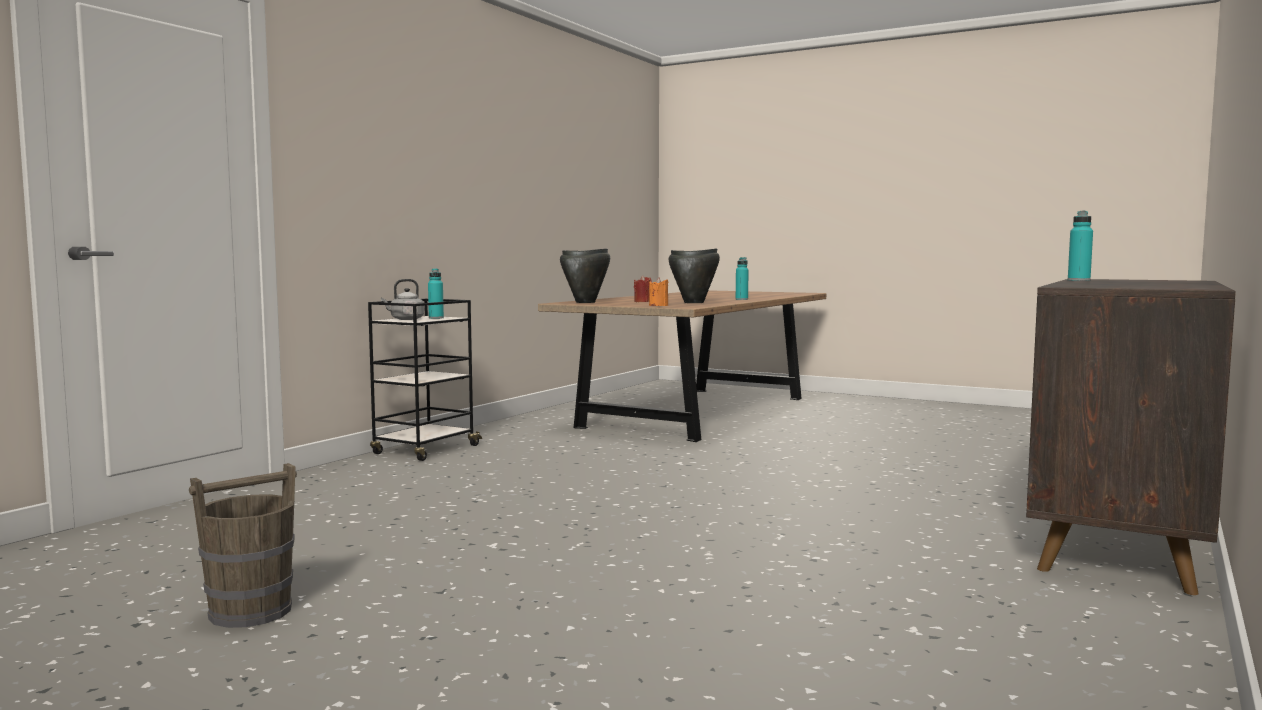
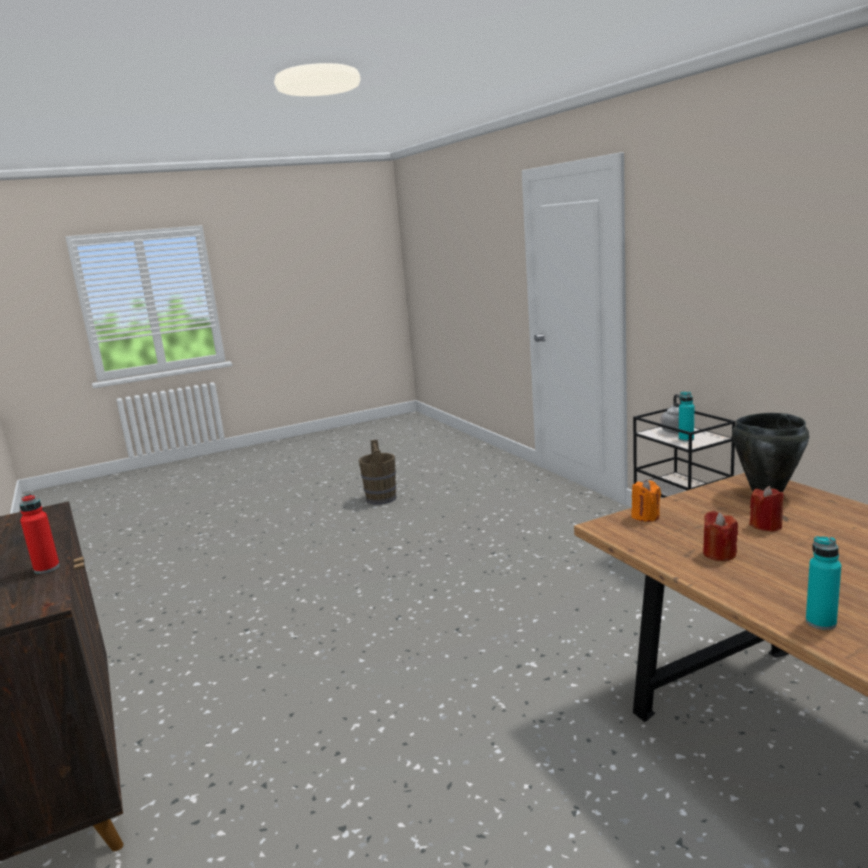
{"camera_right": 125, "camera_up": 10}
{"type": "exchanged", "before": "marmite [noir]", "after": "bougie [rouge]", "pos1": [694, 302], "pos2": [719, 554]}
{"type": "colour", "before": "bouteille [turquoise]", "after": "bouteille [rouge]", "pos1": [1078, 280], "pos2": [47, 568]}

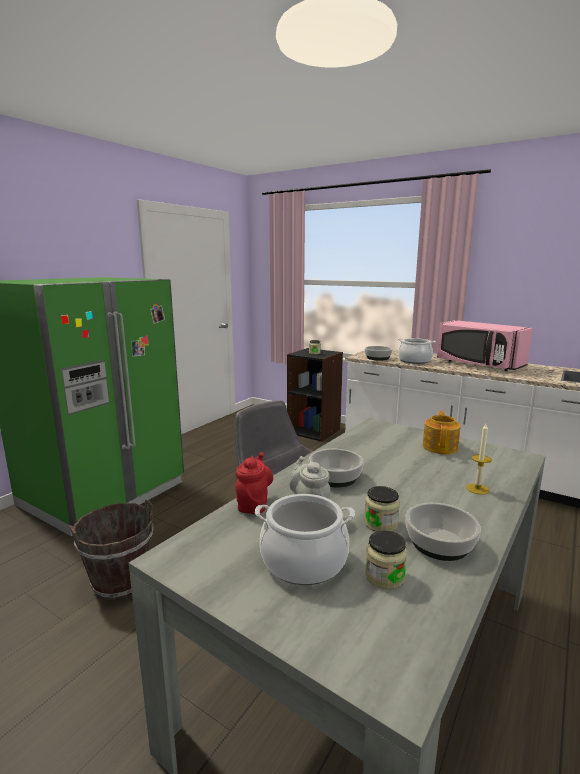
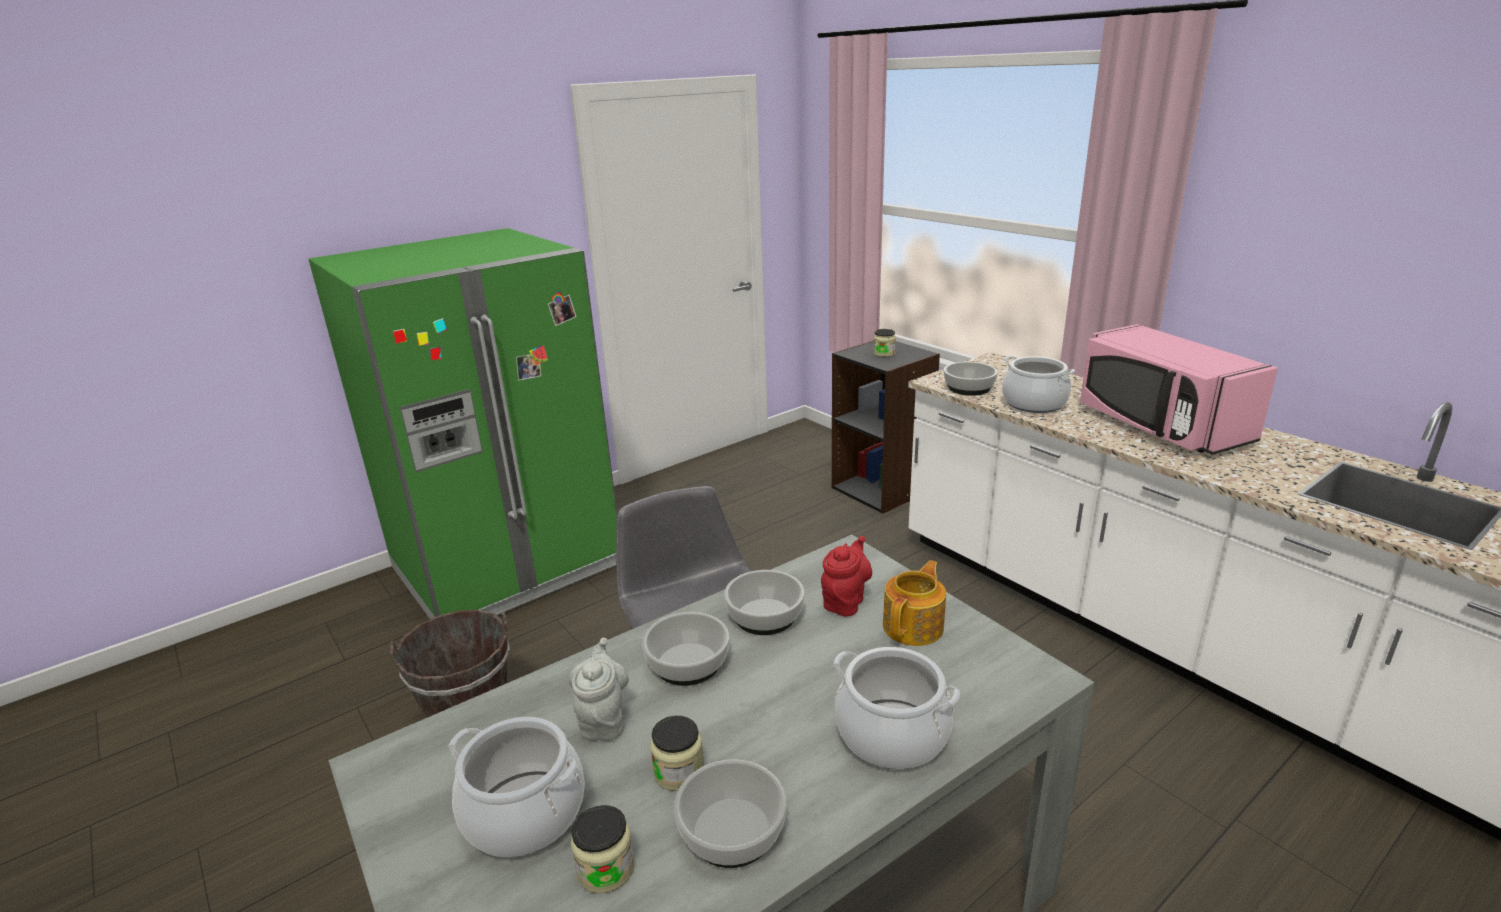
{"camera_right": 20, "camera_up": 10}
{"type": "appeared", "after": "bol", "pos2": [764, 616]}
{"type": "relocated", "before": "théière [rouge]", "pos1": [253, 504], "pos2": [845, 601]}
{"type": "exchanged", "before": "bougie", "after": "marmite", "pos1": [477, 489], "pos2": [892, 734]}

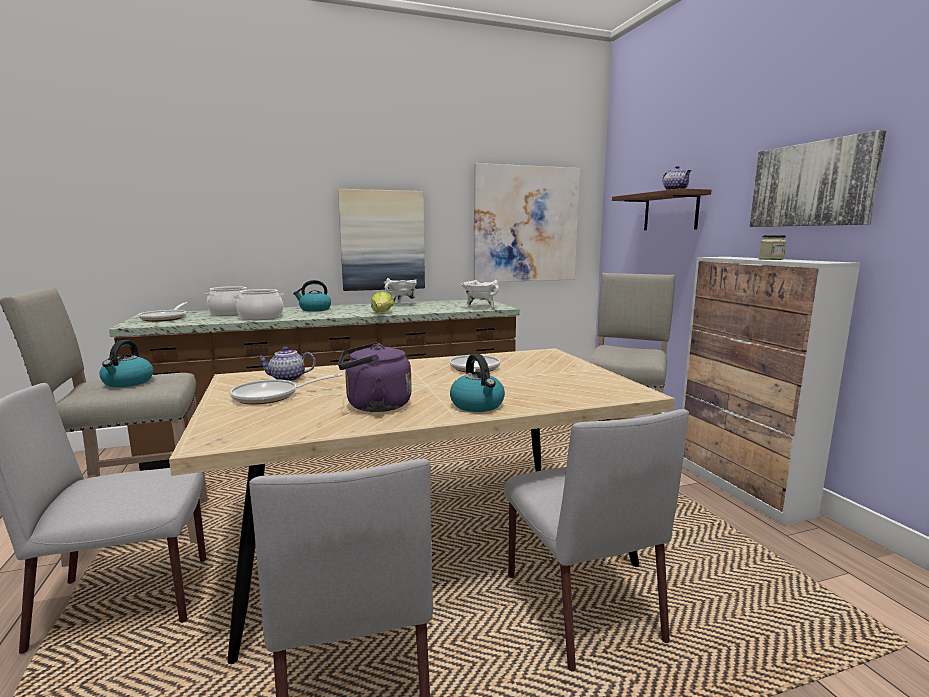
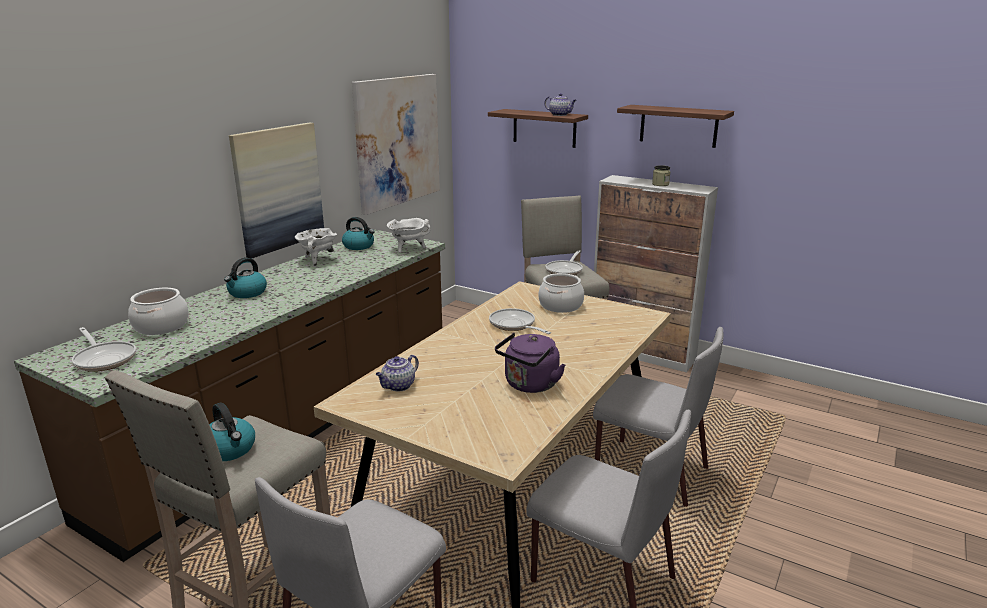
{"camera_right": -40, "camera_up": 10}
{"type": "missing", "before": "laitue", "pos1": [382, 313]}
{"type": "relocated", "before": "poêle", "pos1": [271, 396], "pos2": [565, 270]}
{"type": "relocated", "before": "marmite", "pos1": [261, 317], "pos2": [560, 305]}
{"type": "relocated", "before": "bouilloire", "pos1": [478, 405], "pos2": [359, 246]}
{"type": "exchanged", "before": "tableau", "after": "étagère", "pos1": [812, 184], "pos2": [678, 126]}

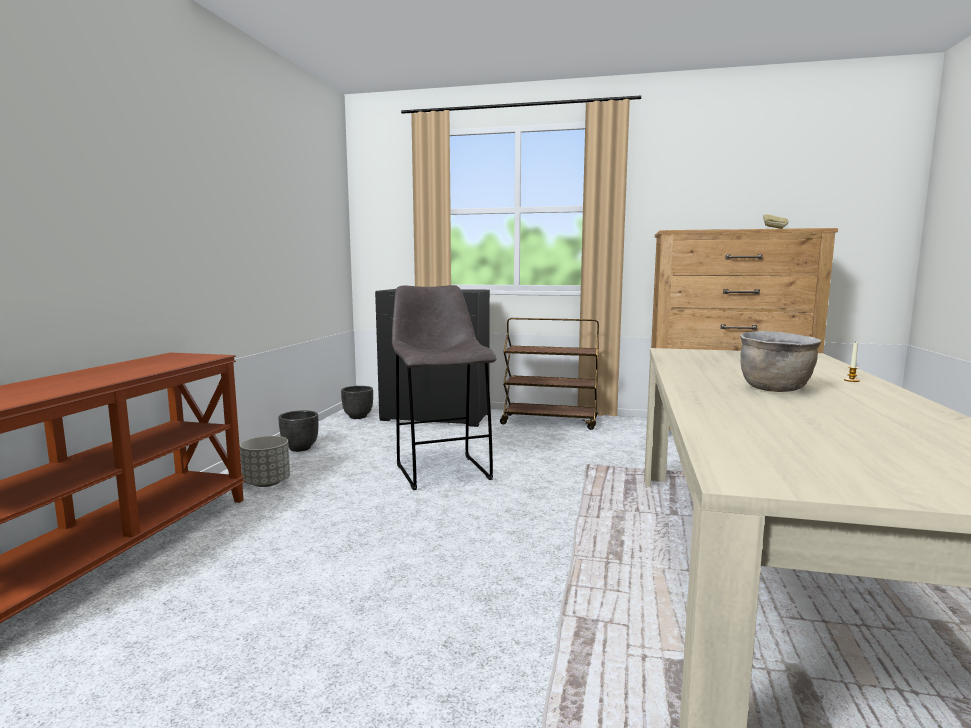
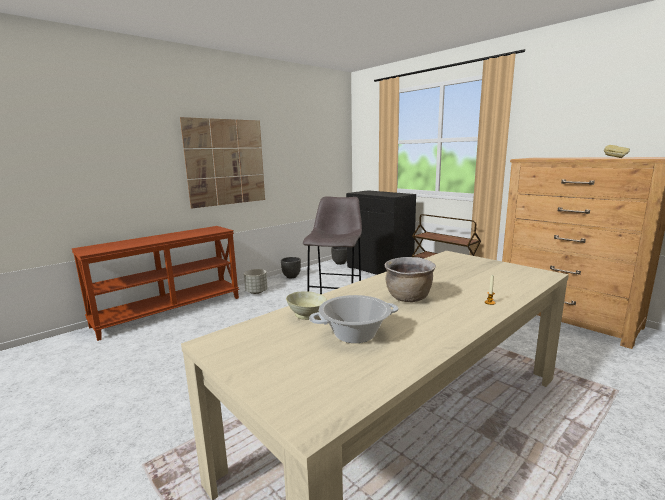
{"camera_right": 35, "camera_up": 5}
{"type": "appeared", "after": "tableau", "pos2": [226, 162]}
{"type": "appeared", "after": "bol [beige]", "pos2": [307, 316]}
{"type": "appeared", "after": "marmite", "pos2": [355, 334]}

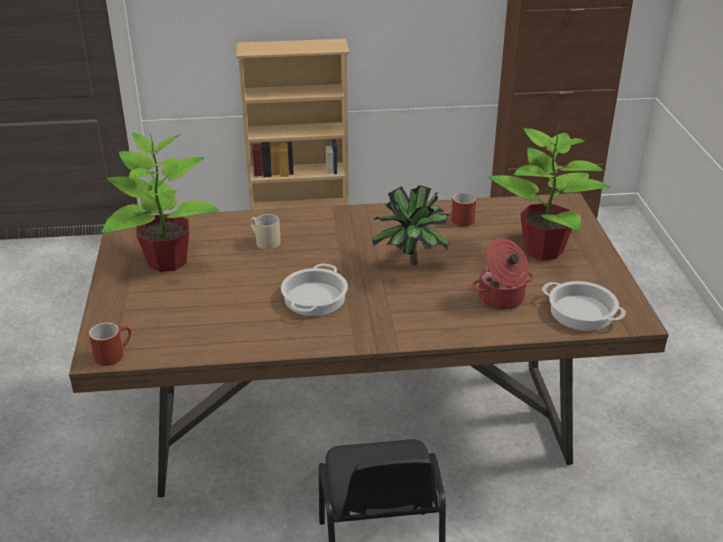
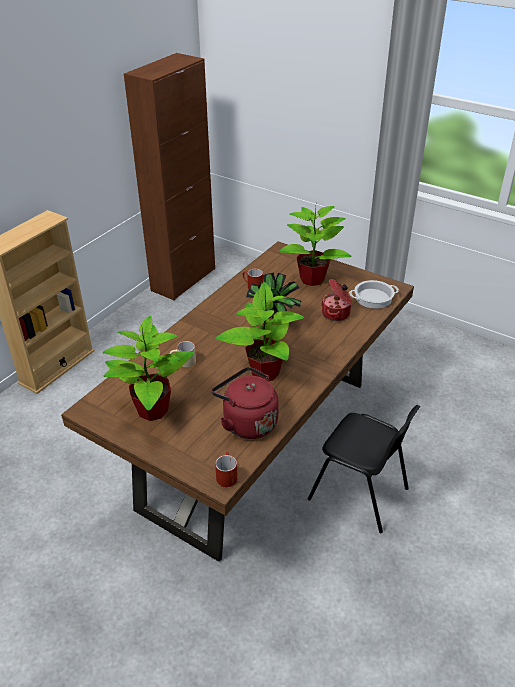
{"camera_right": -50, "camera_up": 5}
{"type": "appeared", "after": "bouilloire [rouge]", "pos2": [247, 422]}
{"type": "exchanged", "before": "marmite", "after": "plante en pot", "pos1": [315, 298], "pos2": [264, 372]}

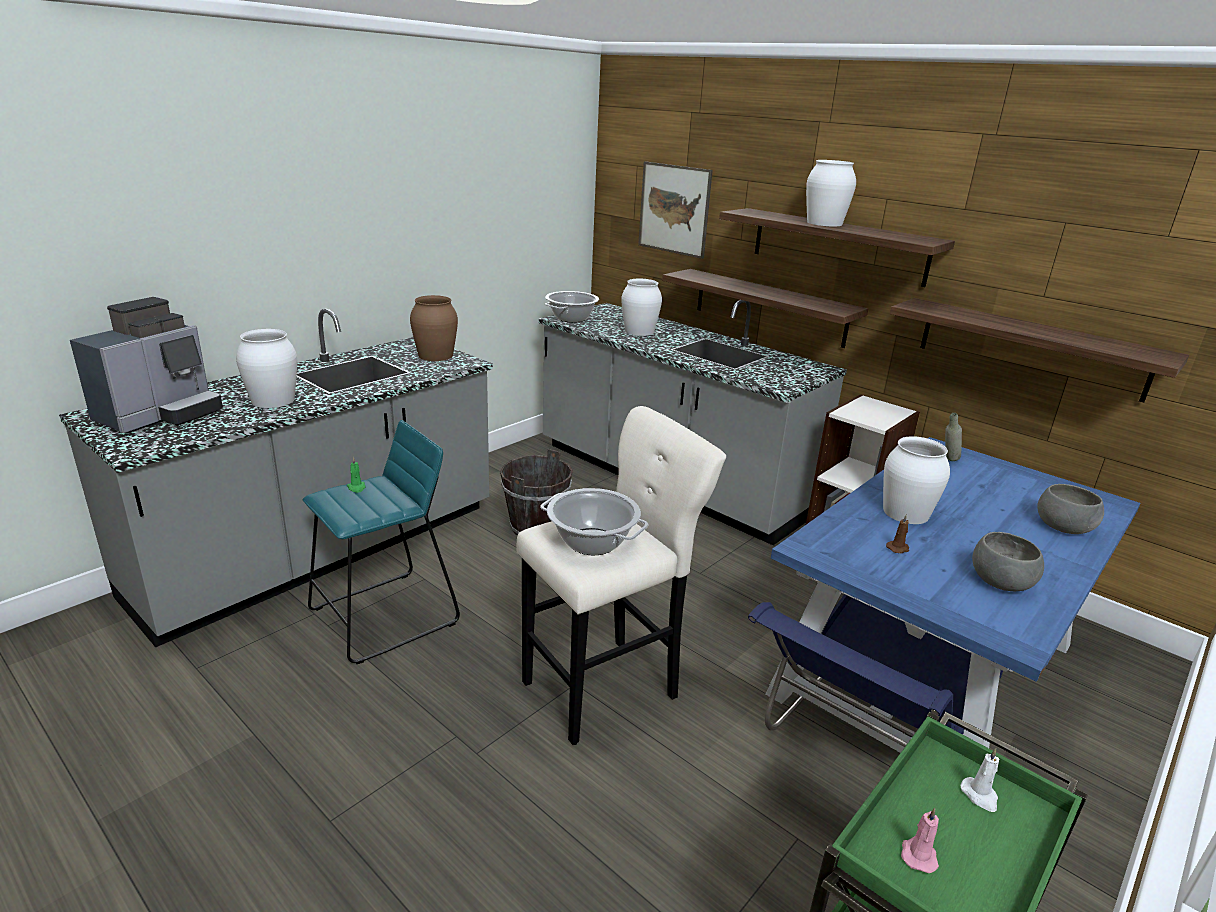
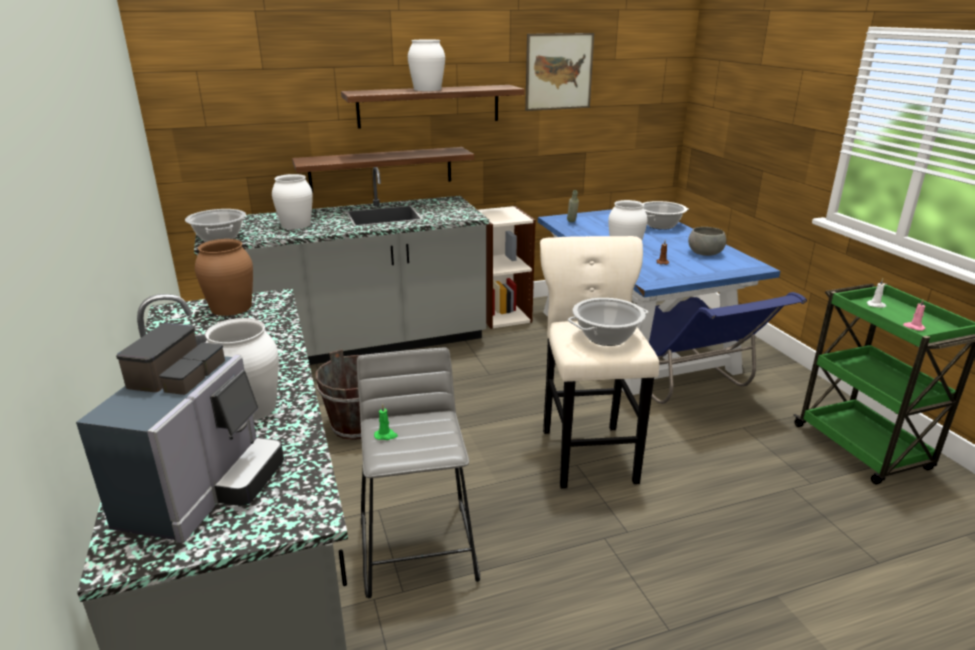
{"camera_right": -60, "camera_up": 0}
{"type": "missing", "before": "étagère", "pos1": [1030, 348]}
{"type": "relocated", "before": "tableau", "pos1": [674, 209], "pos2": [559, 71]}
{"type": "exchanged", "before": "bol [gris]", "after": "marmite", "pos1": [1062, 527], "pos2": [660, 226]}
{"type": "colour", "before": "tabouret [turquoise]", "after": "tabouret [gris]", "pos1": [385, 616], "pos2": [419, 547]}
{"type": "spun", "before": "machine à café", "pos1": [161, 415], "pos2": [203, 490], "turn": 45}

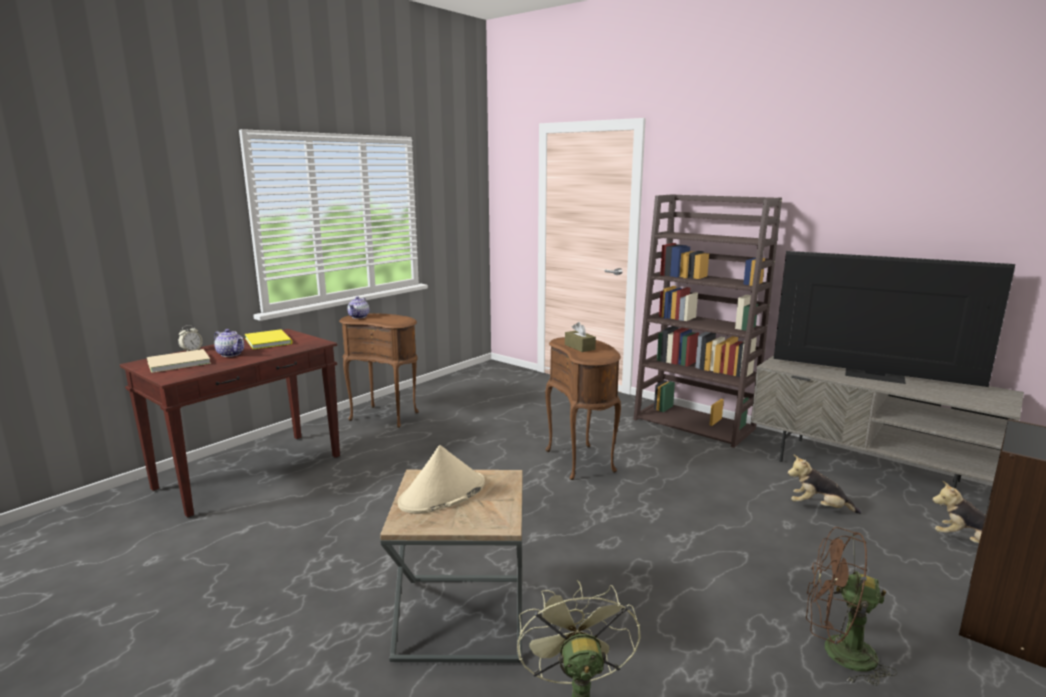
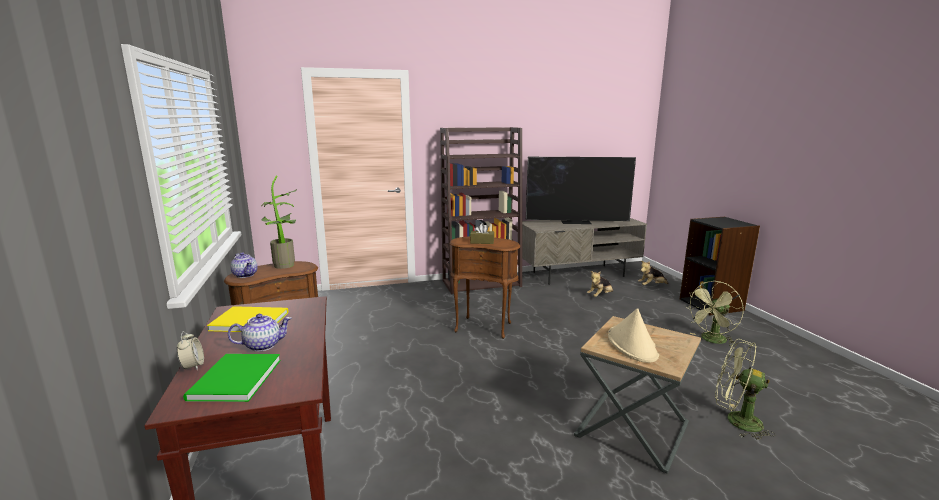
{"camera_right": -55, "camera_up": 0}
{"type": "appeared", "after": "plante en pot", "pos2": [286, 266]}
{"type": "colour", "before": "livre [beige]", "after": "livre [vert]", "pos1": [176, 362], "pos2": [232, 380]}
{"type": "colour", "before": "ventilateur [marron]", "after": "ventilateur [vert]", "pos1": [837, 652], "pos2": [711, 340]}
{"type": "spun", "before": "téléviseur", "pos1": [873, 375], "pos2": [576, 222], "turn": -150}

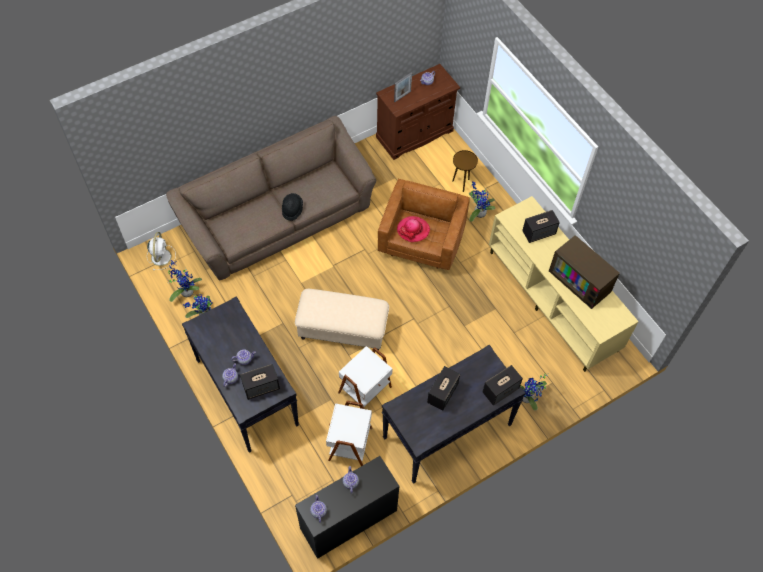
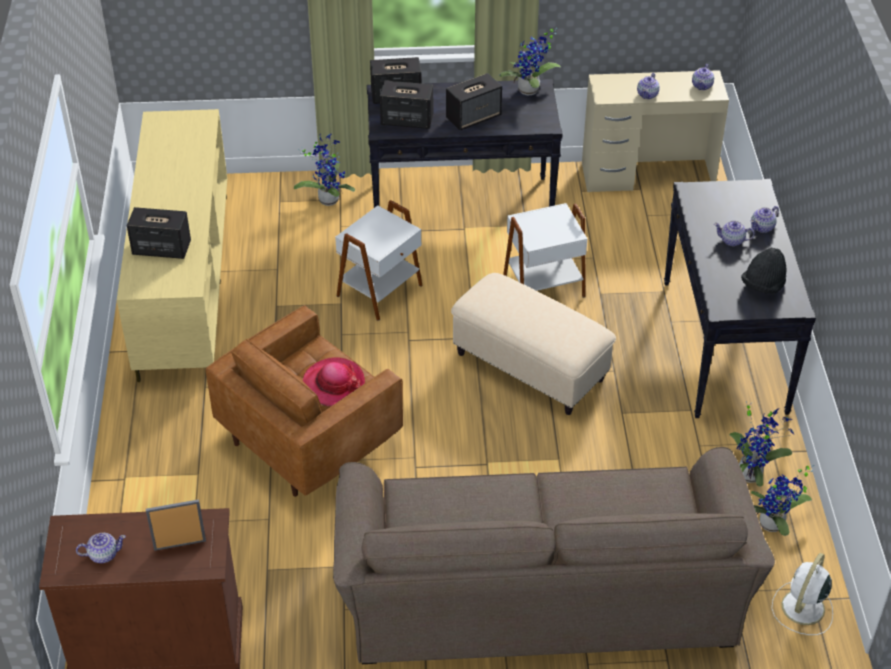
{"camera_right": -150, "camera_up": -15}
{"type": "missing", "before": "table d'appoint [marron]", "pos1": [461, 184]}
{"type": "missing", "before": "téléviseur", "pos1": [581, 281]}
{"type": "relocated", "before": "enceinte", "pos1": [261, 387], "pos2": [406, 120]}
{"type": "relocated", "before": "chapeau [noir]", "pos1": [292, 210], "pos2": [763, 285]}
{"type": "relocated", "before": "table d'appoint [blanc]", "pos1": [349, 444], "pos2": [381, 291]}
{"type": "relocated", "before": "plante en pot", "pos1": [478, 212], "pos2": [530, 91]}
{"type": "colour", "before": "bureau [noir]", "after": "bureau [beige]", "pos1": [348, 520], "pos2": [647, 175]}

